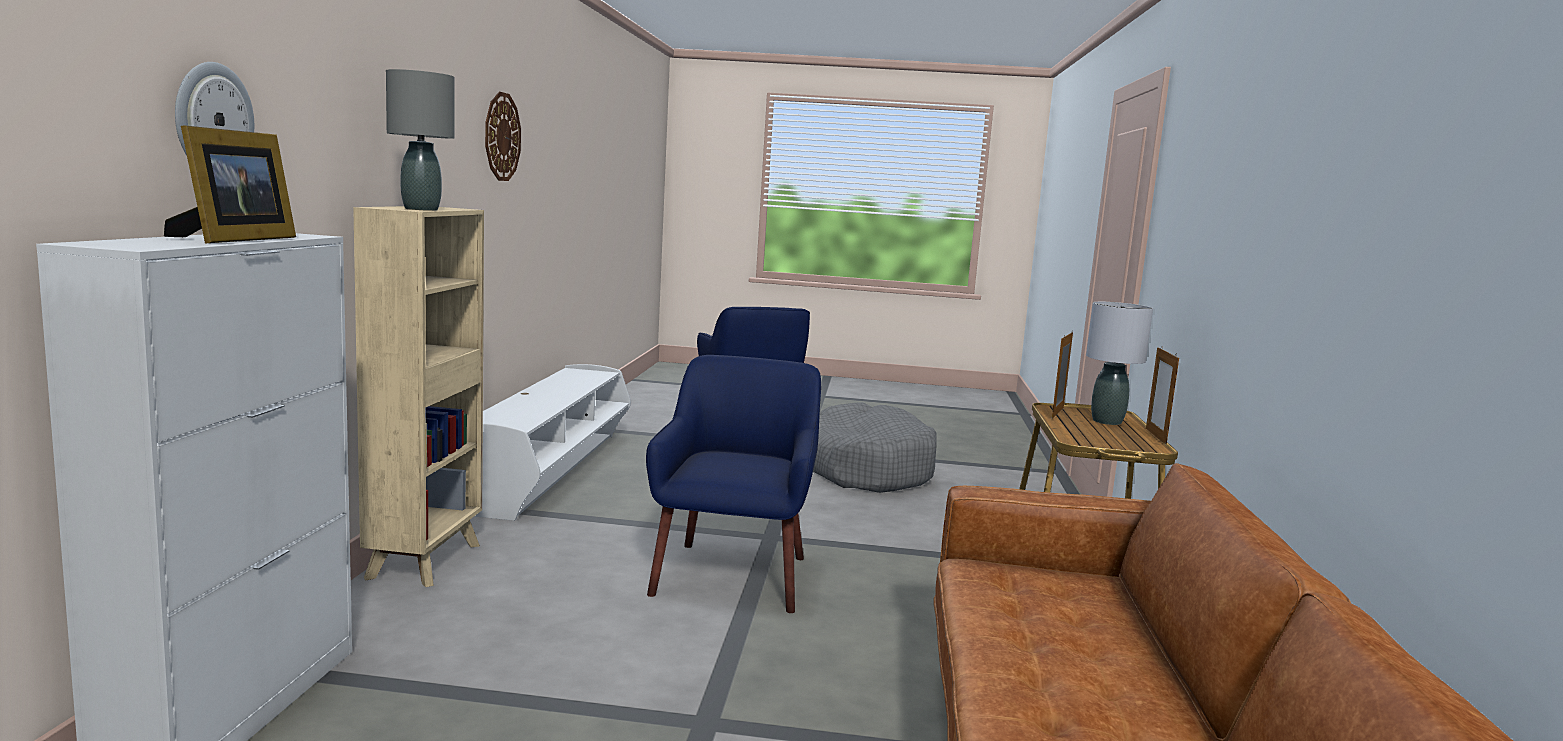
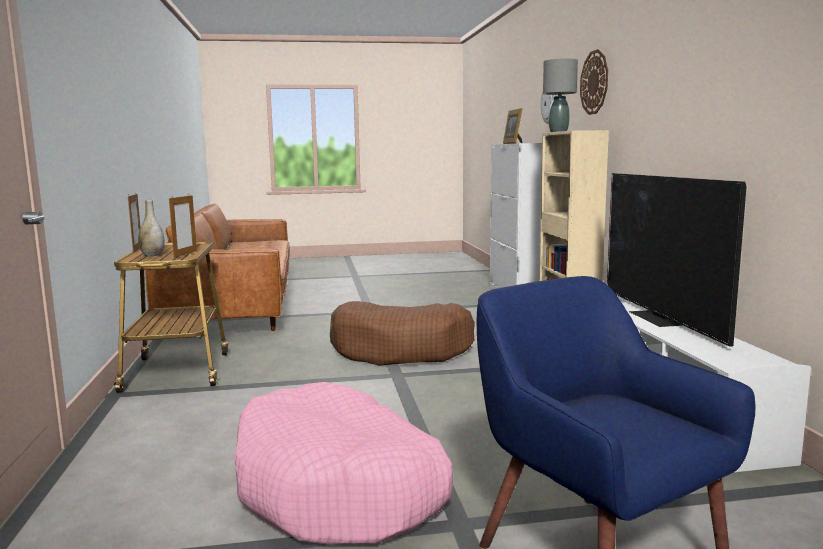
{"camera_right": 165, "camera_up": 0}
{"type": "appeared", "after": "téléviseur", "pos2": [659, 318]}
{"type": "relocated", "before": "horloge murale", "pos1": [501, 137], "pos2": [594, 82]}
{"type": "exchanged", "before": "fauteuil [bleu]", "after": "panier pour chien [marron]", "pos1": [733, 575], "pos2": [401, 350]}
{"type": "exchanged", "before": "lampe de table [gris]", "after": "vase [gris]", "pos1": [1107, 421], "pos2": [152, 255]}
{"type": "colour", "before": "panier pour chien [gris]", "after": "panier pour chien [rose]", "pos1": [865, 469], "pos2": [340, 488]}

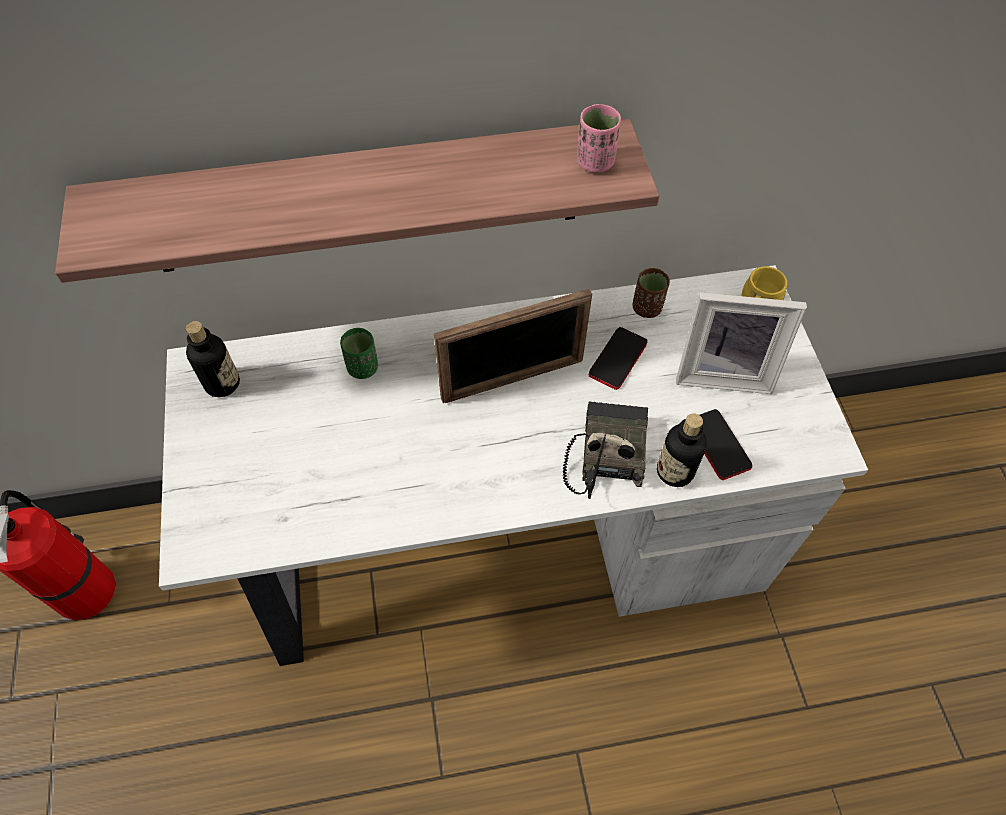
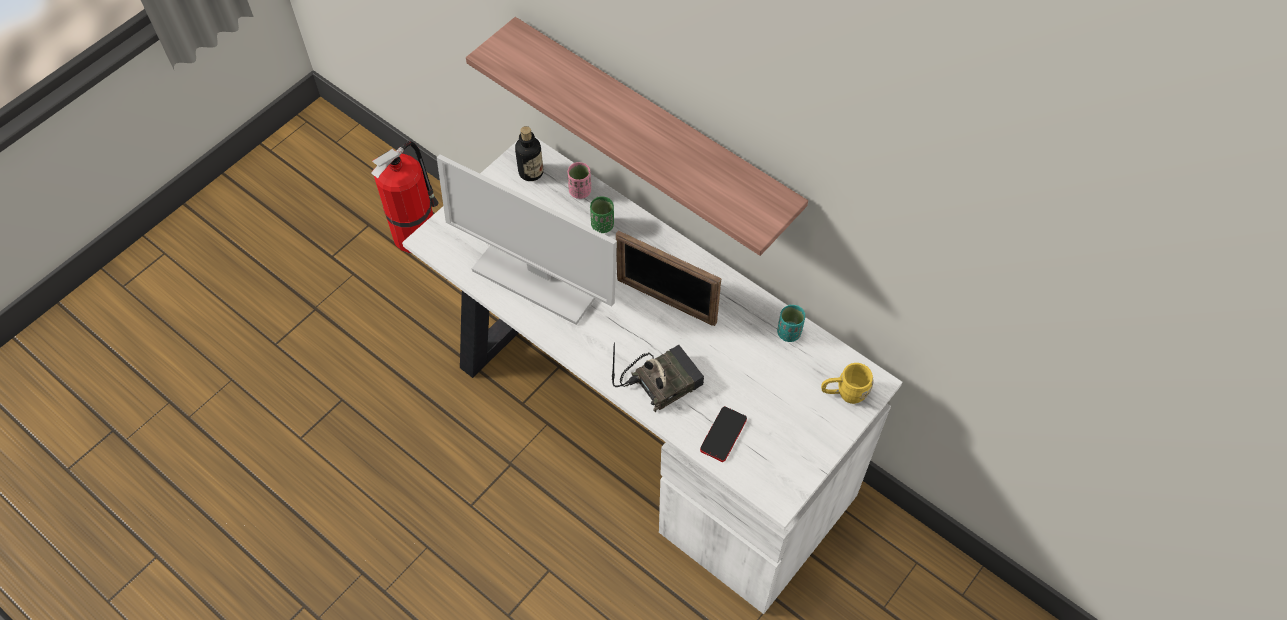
{"camera_right": 50, "camera_up": 0}
{"type": "missing", "before": "téléphone", "pos1": [618, 359]}
{"type": "missing", "before": "bouteille", "pos1": [675, 471]}
{"type": "missing", "before": "cadre photo", "pos1": [723, 372]}
{"type": "appeared", "after": "écran d'ordinateur", "pos2": [538, 276]}
{"type": "relocated", "before": "tasse [rose]", "pos1": [595, 162], "pos2": [580, 191]}
{"type": "colour", "before": "tasse [marron]", "after": "tasse [turquoise]", "pos1": [647, 308], "pos2": [789, 333]}

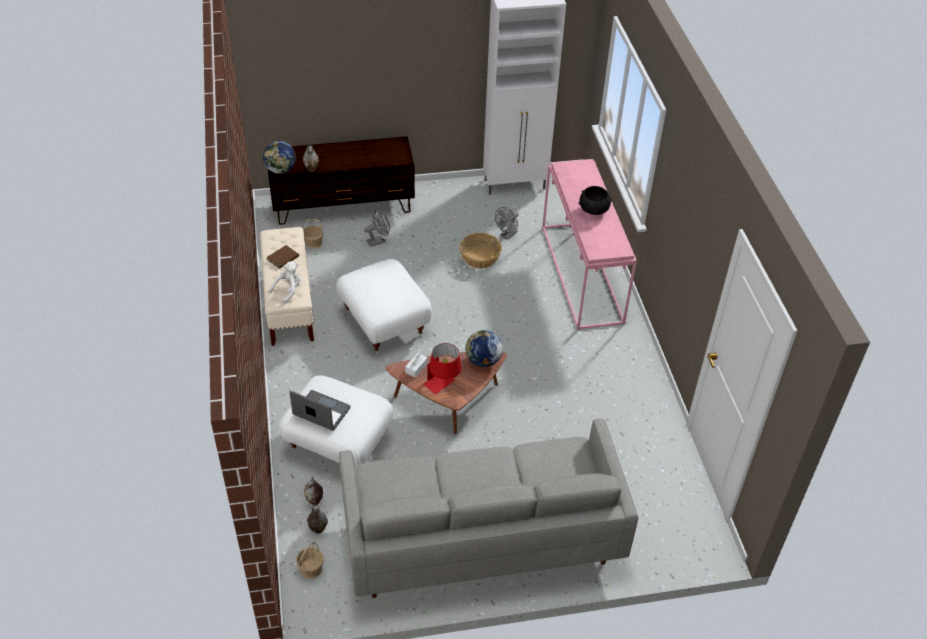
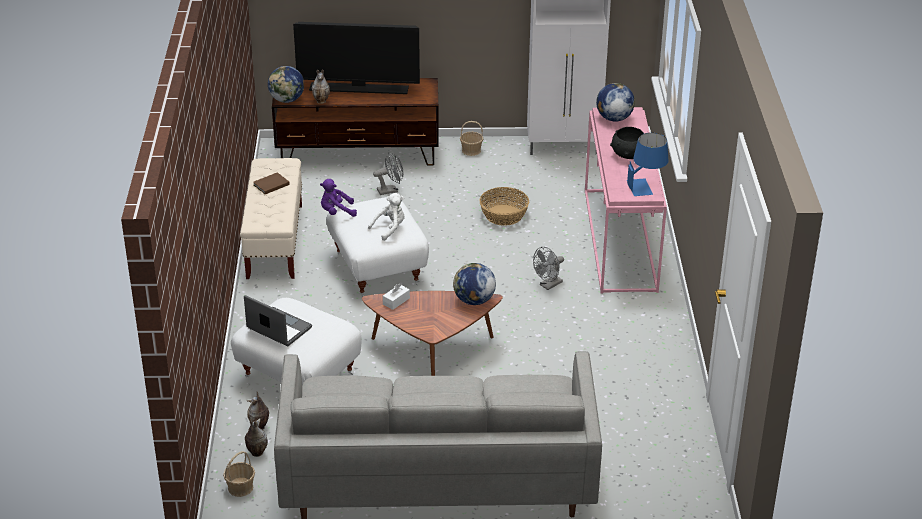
{"camera_right": 10, "camera_up": -10}
{"type": "missing", "before": "lampe de table [rouge]", "pos1": [443, 385]}
{"type": "appeared", "after": "téléviseur", "pos2": [359, 88]}
{"type": "appeared", "after": "peluche [violet]", "pos2": [336, 212]}
{"type": "appeared", "after": "globe", "pos2": [614, 118]}
{"type": "appeared", "after": "lampe de table [bleu]", "pos2": [646, 186]}
{"type": "relocated", "before": "peluche [blanc]", "pos1": [288, 290], "pos2": [390, 229]}
{"type": "relocated", "before": "panier", "pos1": [313, 242], "pos2": [471, 150]}
{"type": "relocated", "before": "ventilateur [gris]", "pos1": [507, 235], "pos2": [548, 285]}

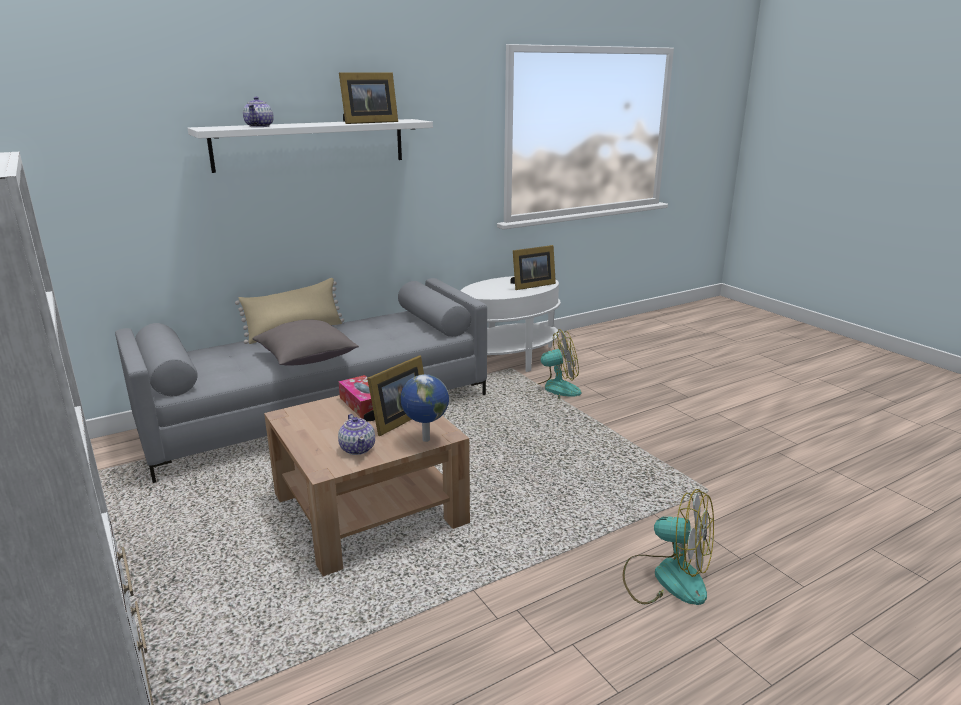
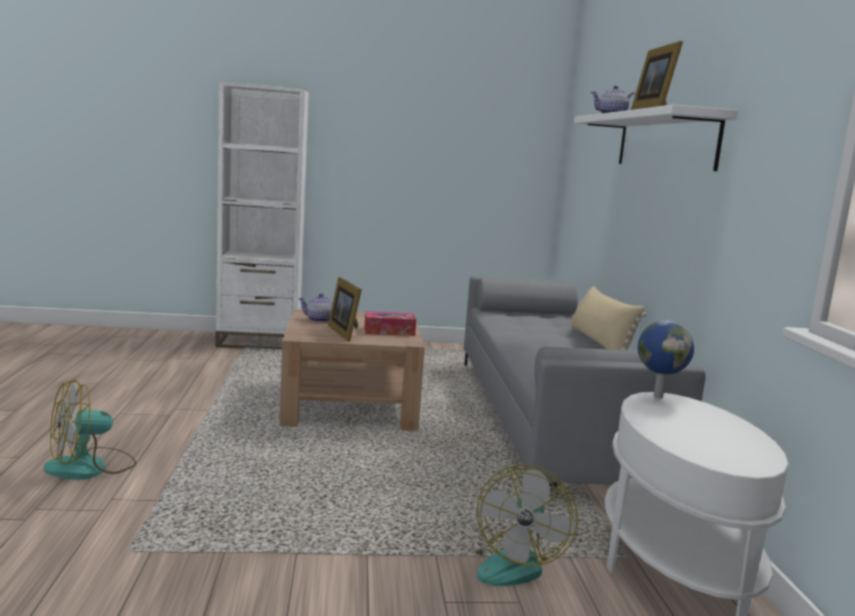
{"camera_right": 115, "camera_up": -10}
{"type": "missing", "before": "coussin [gris]", "pos1": [306, 359]}
{"type": "missing", "before": "cadre photo", "pos1": [531, 285]}
{"type": "relocated", "before": "globe", "pos1": [425, 440], "pos2": [657, 396]}

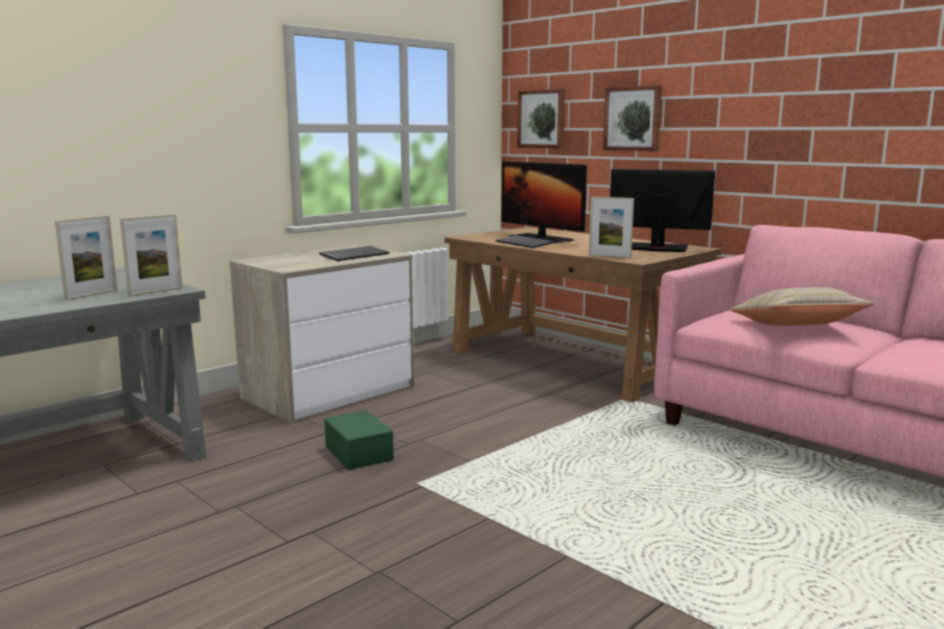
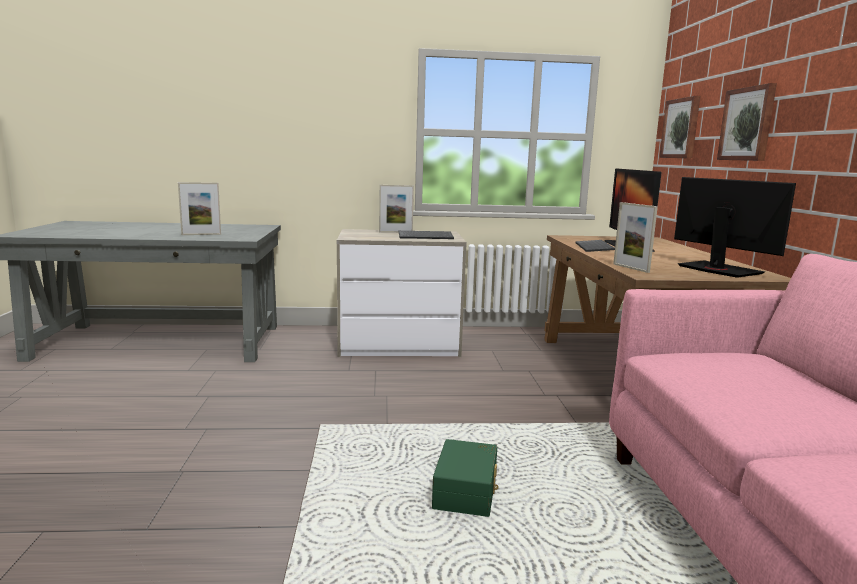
{"camera_right": 40, "camera_up": 0}
{"type": "missing", "before": "coussin [beige]", "pos1": [796, 327]}
{"type": "relocated", "before": "cadre photo", "pos1": [155, 292], "pos2": [395, 232]}
{"type": "relocated", "before": "boîte de rangement [vert]", "pos1": [360, 452], "pos2": [467, 492]}

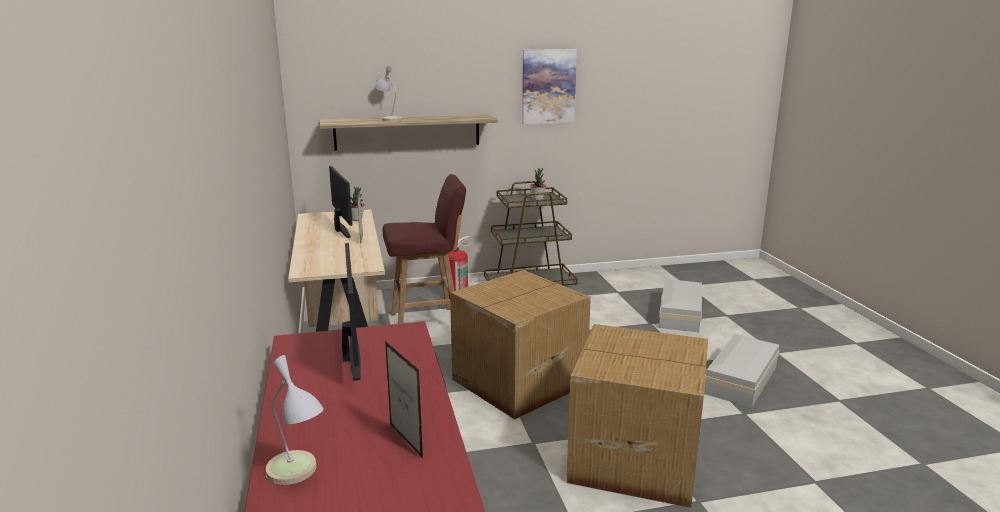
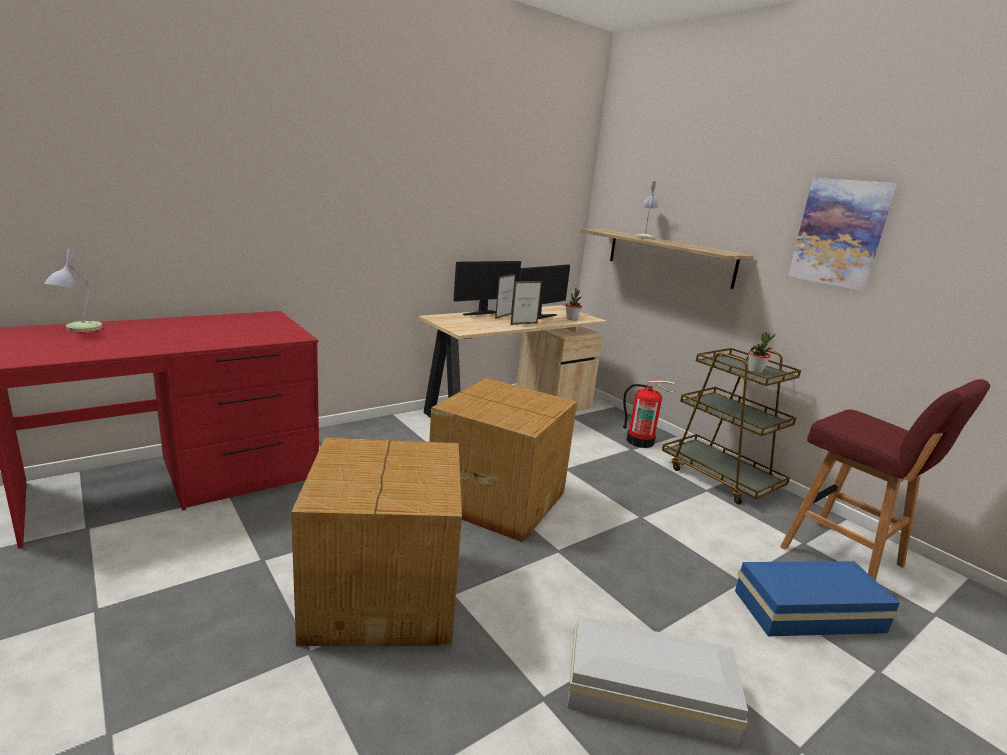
{"camera_right": 65, "camera_up": 0}
{"type": "relocated", "before": "écran d'ordinateur", "pos1": [351, 357], "pos2": [484, 313]}
{"type": "relocated", "before": "tabouret [rouge]", "pos1": [427, 323], "pos2": [844, 558]}
{"type": "relocated", "before": "cadre photo", "pos1": [405, 440], "pos2": [503, 316]}
{"type": "colour", "before": "boîte de rangement [blanc]", "after": "boîte de rangement [bleu]", "pos1": [681, 314], "pos2": [811, 612]}

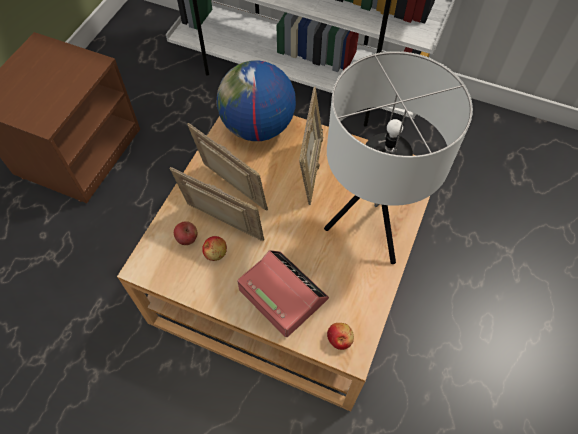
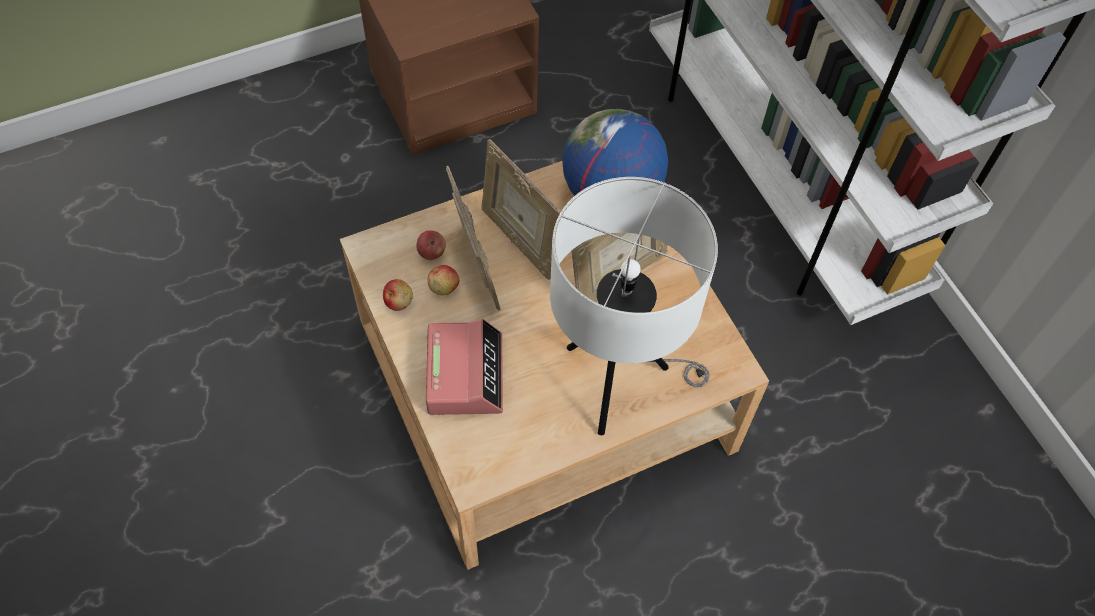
{"camera_right": 40, "camera_up": 0}
{"type": "relocated", "before": "pomme", "pos1": [339, 339], "pos2": [398, 301]}
{"type": "spun", "before": "cadre photo", "pos1": [233, 191], "pos2": [519, 240], "turn": 150}

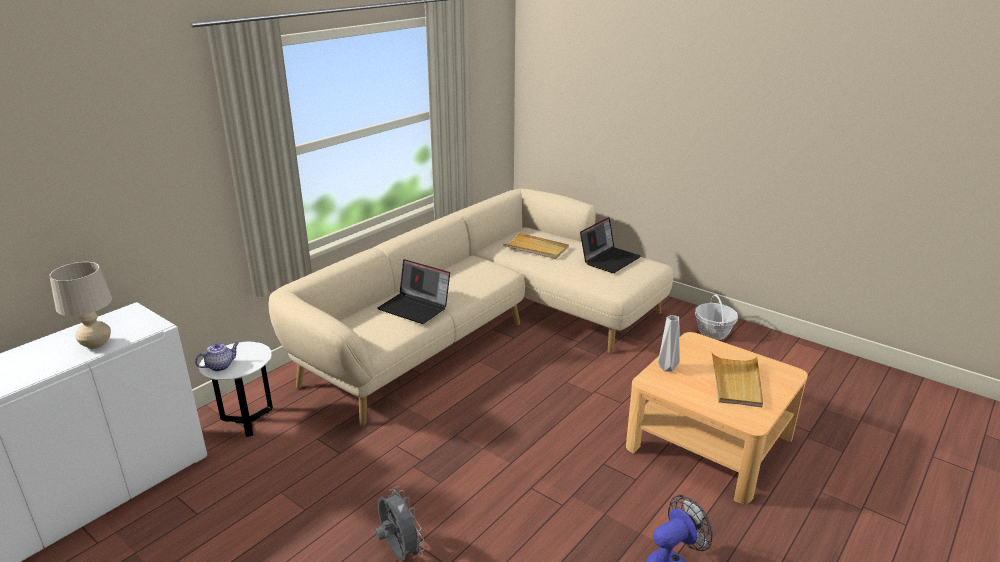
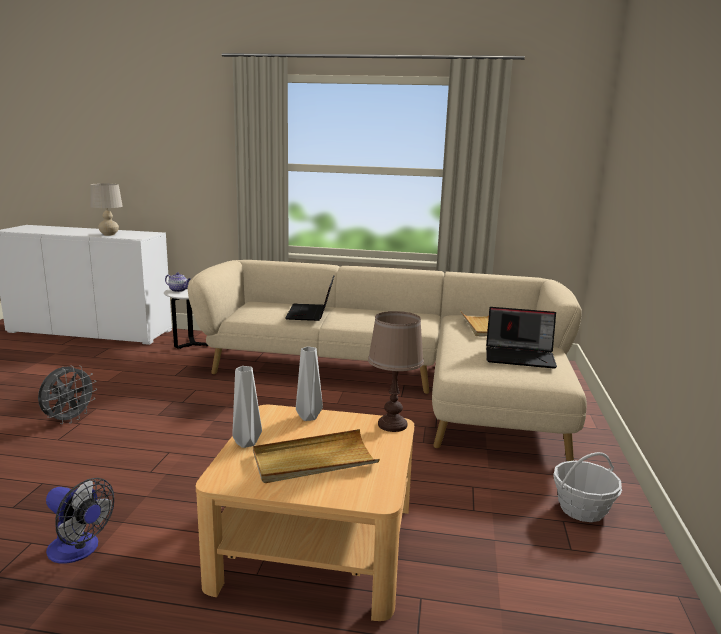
{"camera_right": 60, "camera_up": -10}
{"type": "appeared", "after": "vase [gris]", "pos2": [245, 443]}
{"type": "appeared", "after": "lampe de table [marron]", "pos2": [392, 425]}

